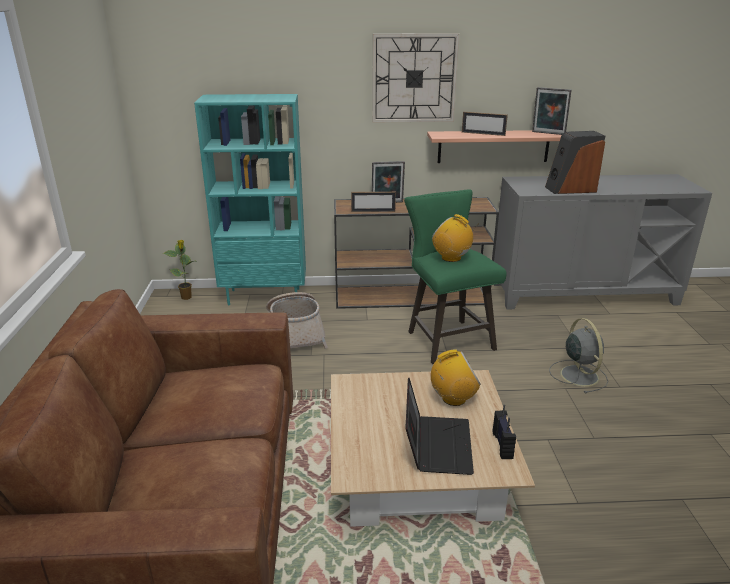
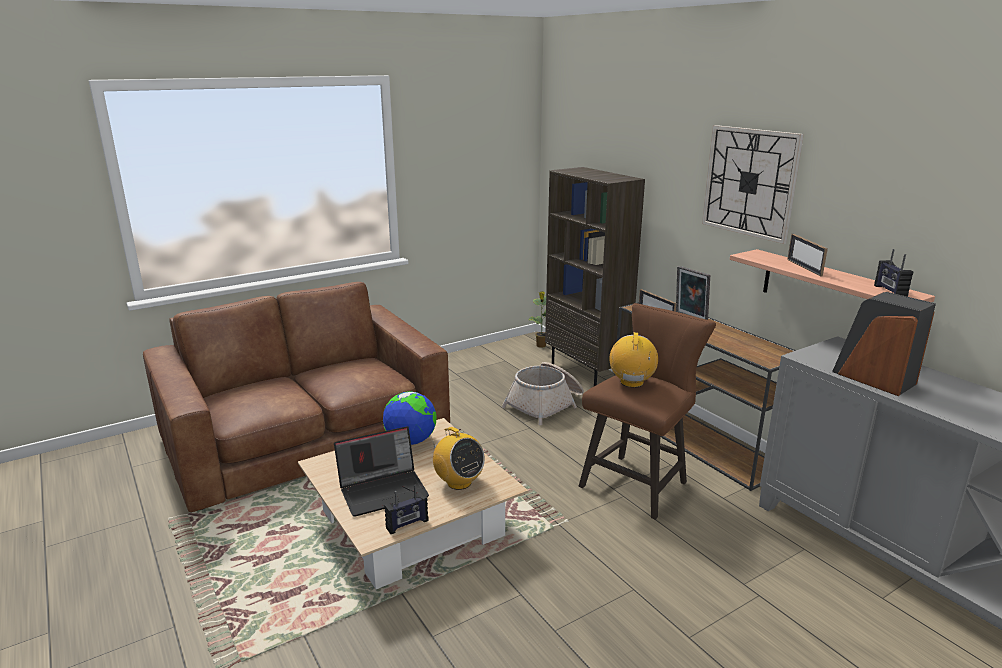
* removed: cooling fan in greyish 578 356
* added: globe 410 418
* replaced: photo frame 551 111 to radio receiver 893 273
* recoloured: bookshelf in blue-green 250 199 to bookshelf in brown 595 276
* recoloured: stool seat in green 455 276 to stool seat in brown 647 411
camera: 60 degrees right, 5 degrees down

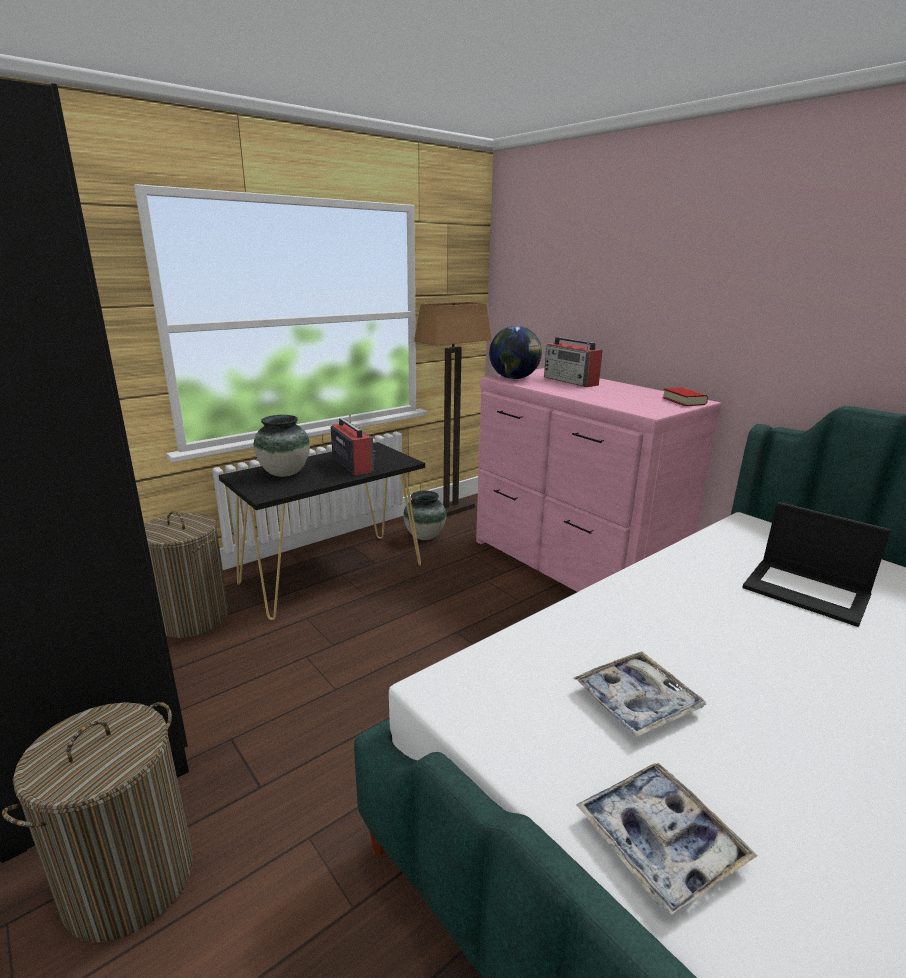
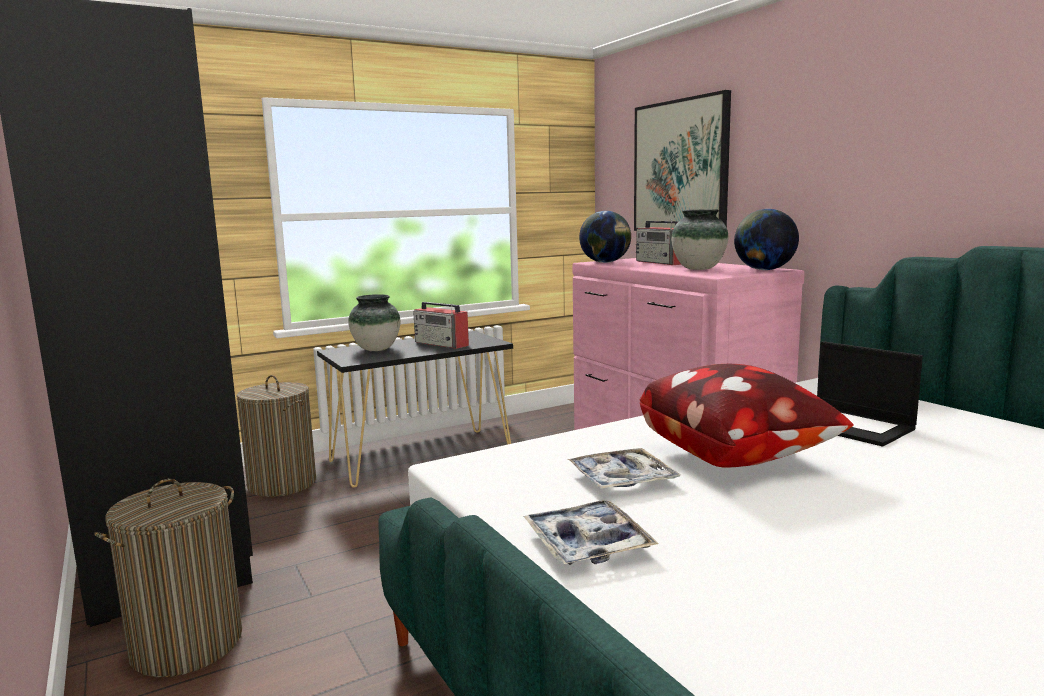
* removed: standard lamp 453 409
* added: wall picture 682 160
* added: cushion 747 416
* moved: decorative vase 424 515 to 699 239
* replaced: bound book 685 396 to globe 766 239
* turned: radio receiver 353 444 = 441 325 150 degrees clockwise
camera: 10 degrees right, 10 degrees down

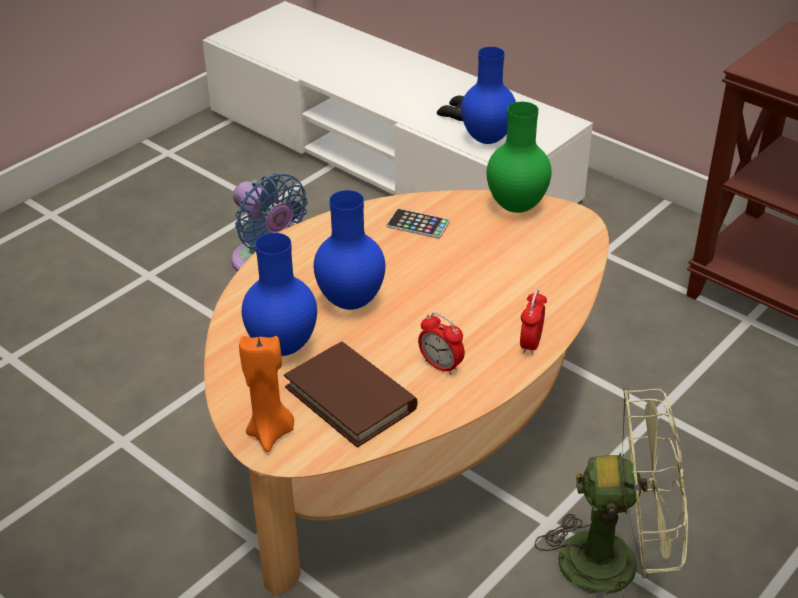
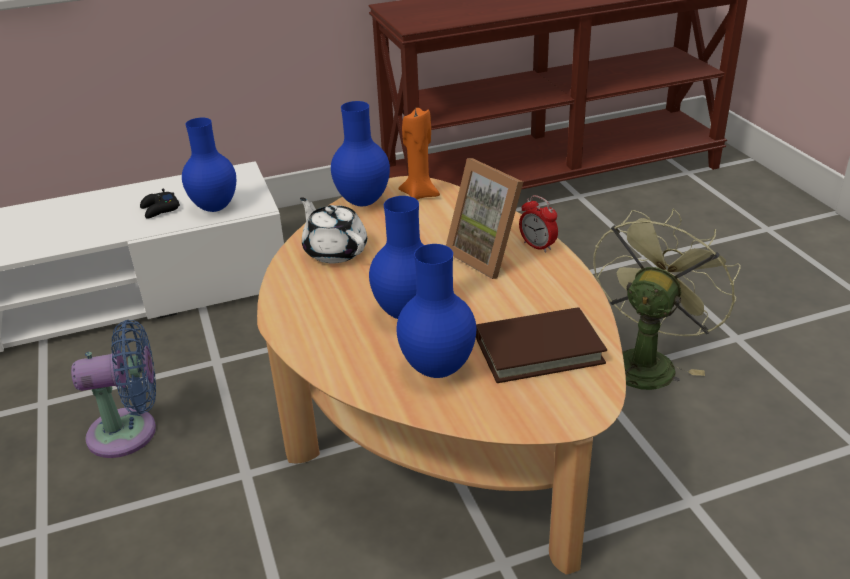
* removed: alarm clock 441 343
* added: photo frame 484 218
* moved: wax candle in orange 266 393 to 419 153
* replaced: phone 418 224 to teapot in white 333 230
* recoloured: decorative vase in green 519 157 to decorative vase in bluish 360 153
camera: 60 degrees left, 5 degrees down

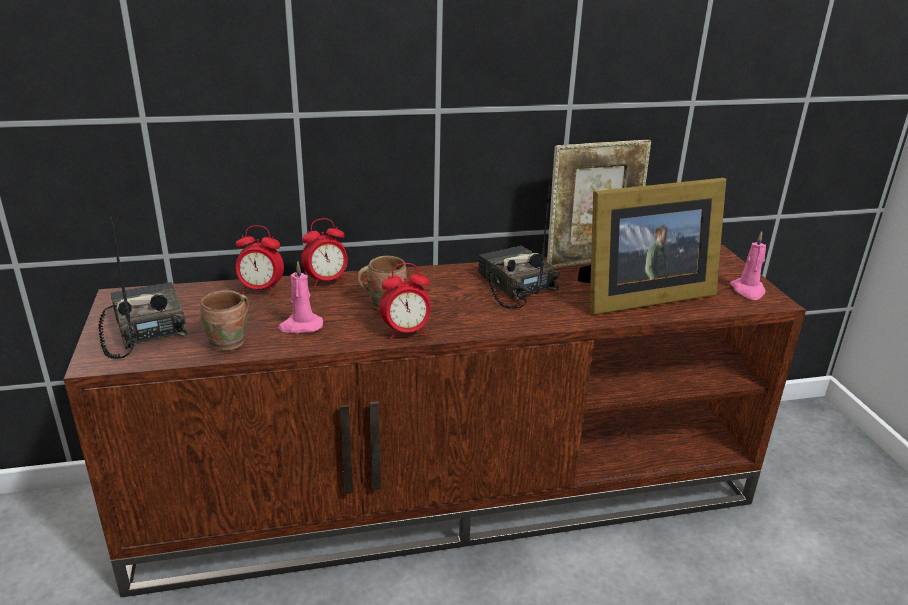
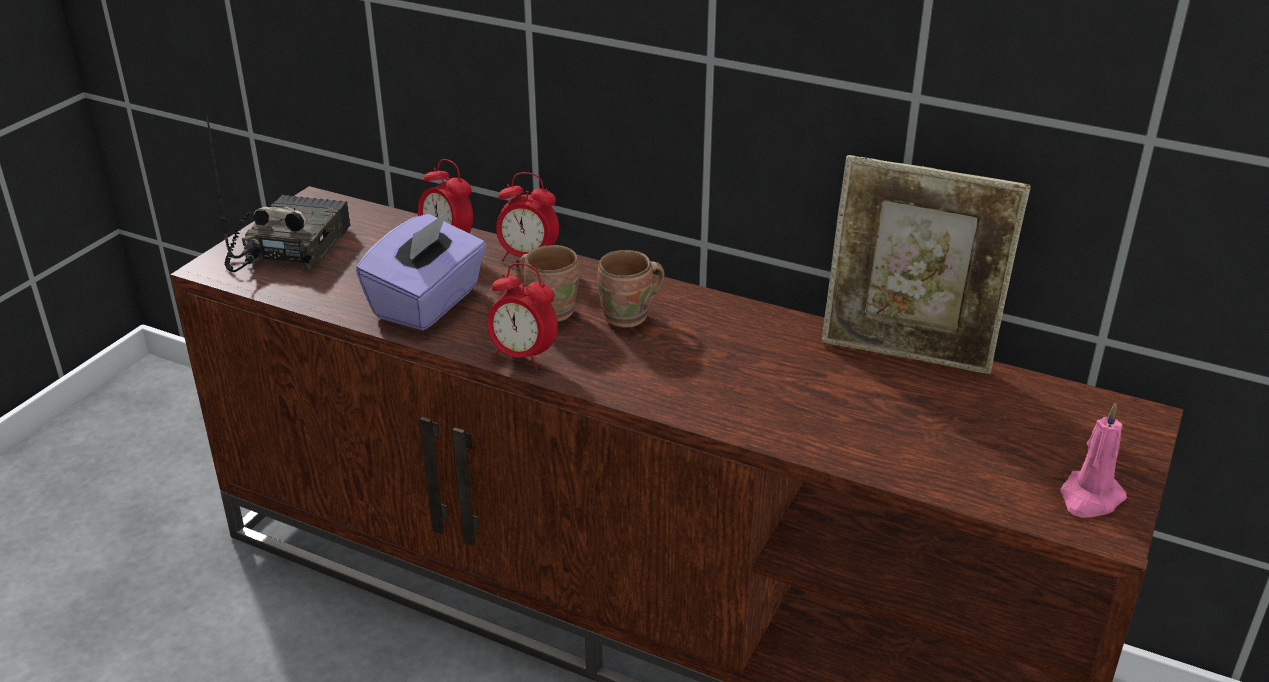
* removed: radio receiver 519 245
* removed: photo frame 652 246
* moved: mug in brown 224 320 to 631 289
* replaced: wax candle in pink 300 297 to tissue box in purple 421 271
camera: 40 degrees right, 5 degrees up

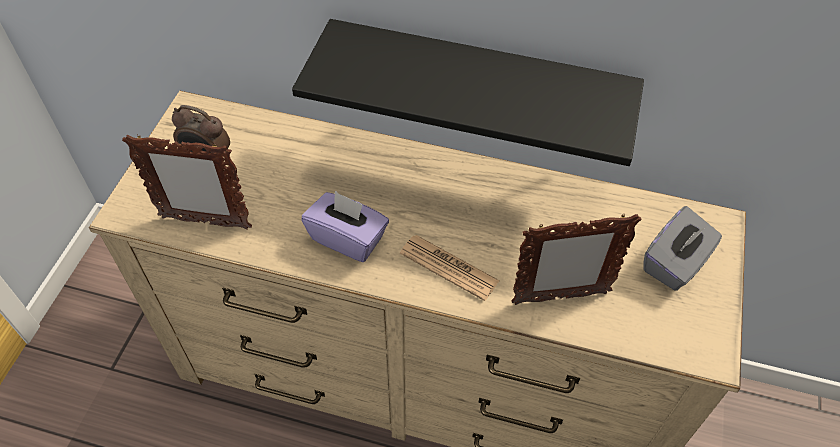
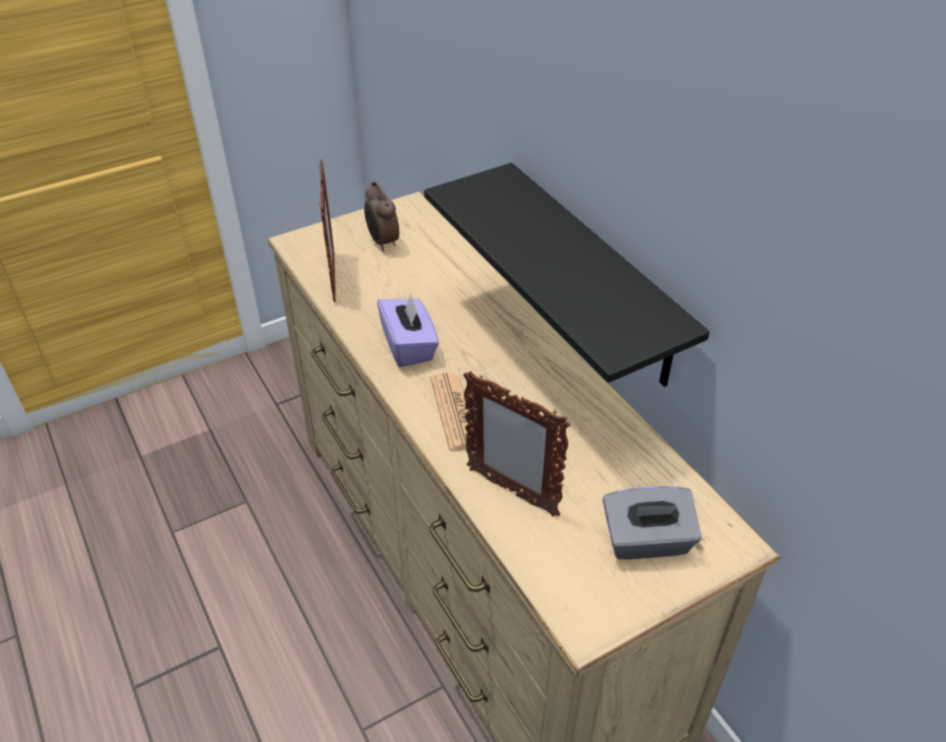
* turned: photo frame 187 182 = 327 231 150 degrees counterclockwise
camera: 45 degrees right, 10 degrees down

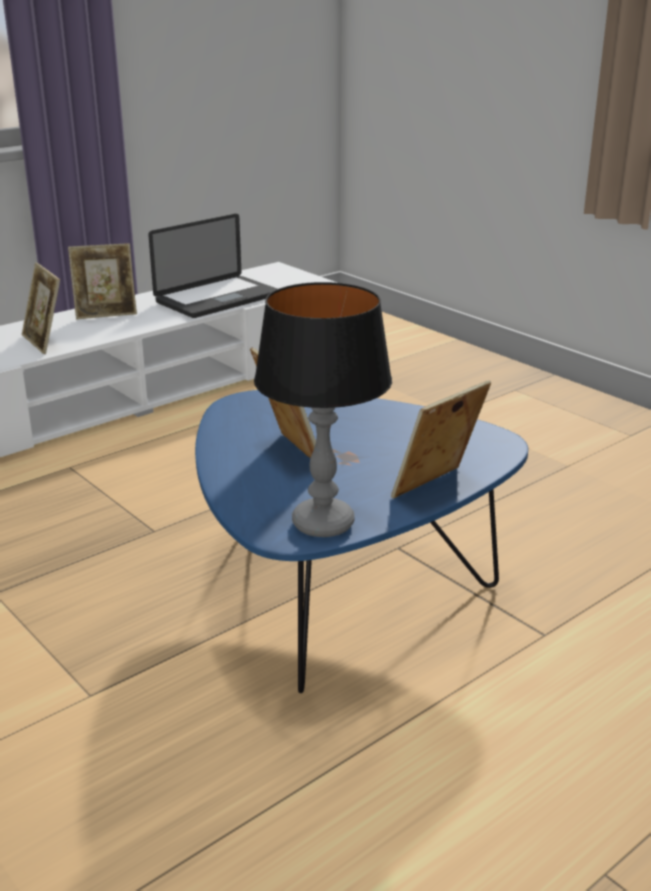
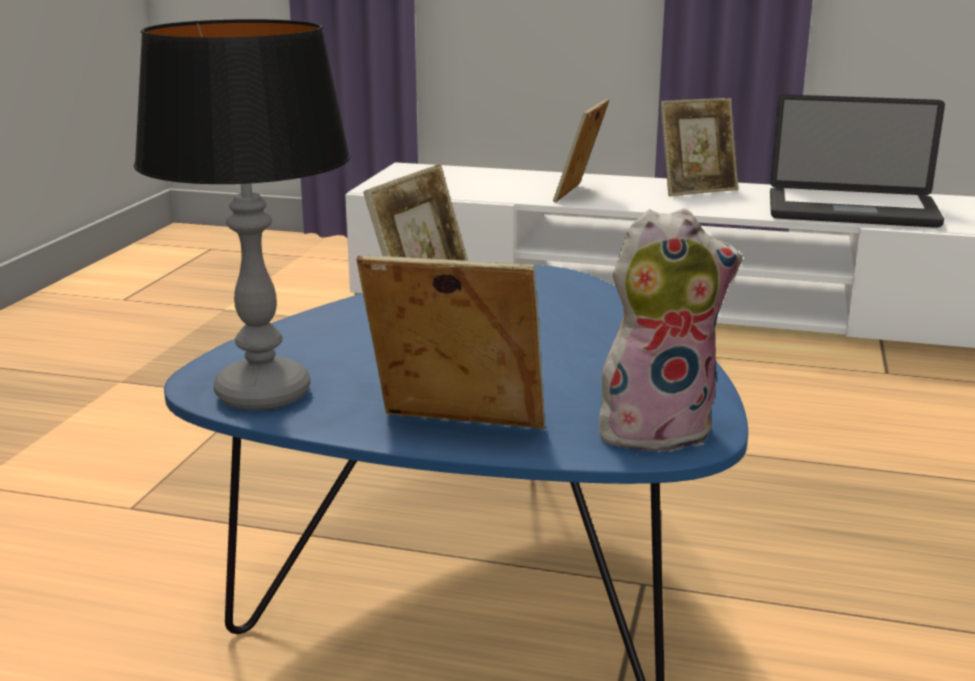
* added: plush toy 671 332
* turned: photo frame 102 281 = 699 147 60 degrees counterclockwise
camera: 55 degrees right, 5 degrees down

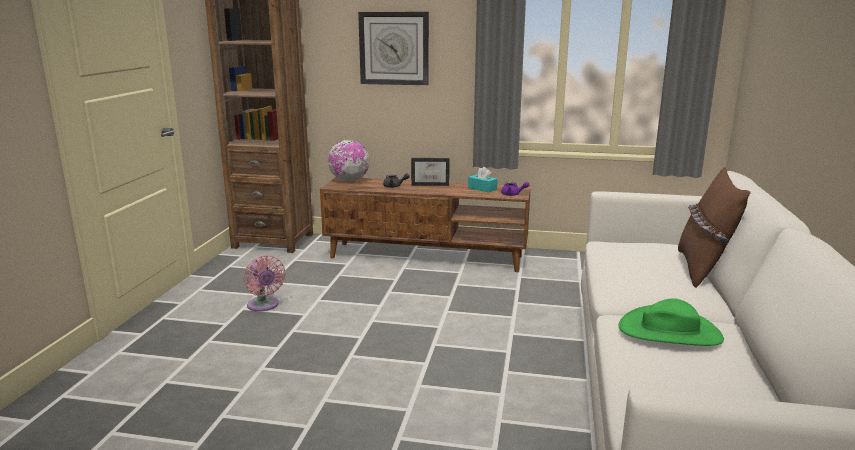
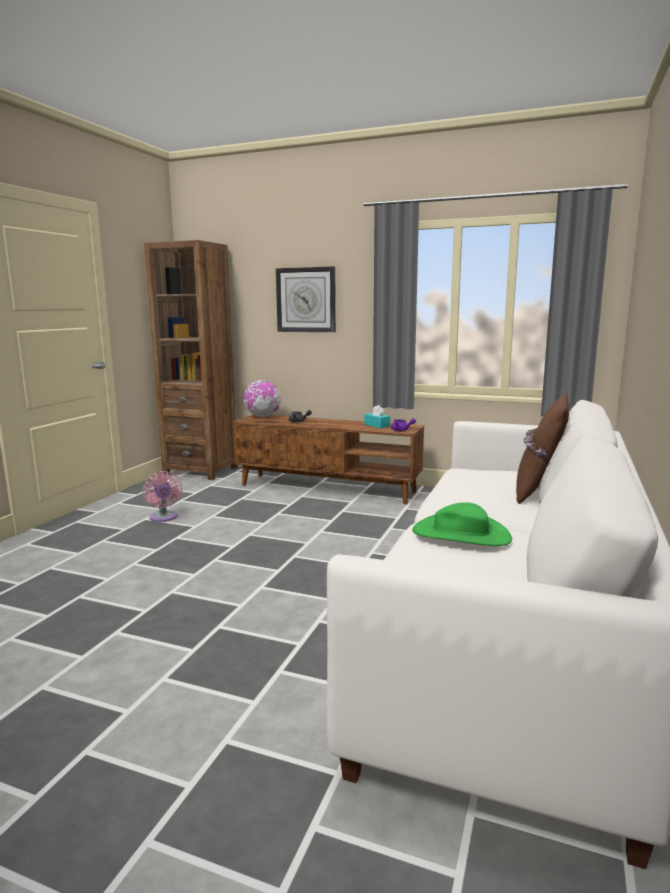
* removed: photo frame 430 172
camera: 10 degrees right, 5 degrees down

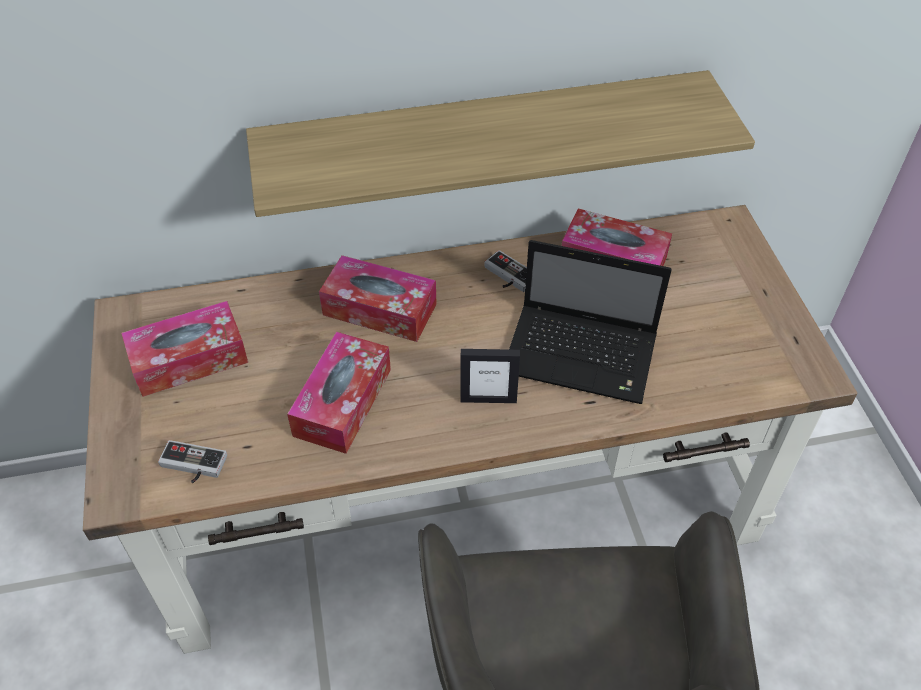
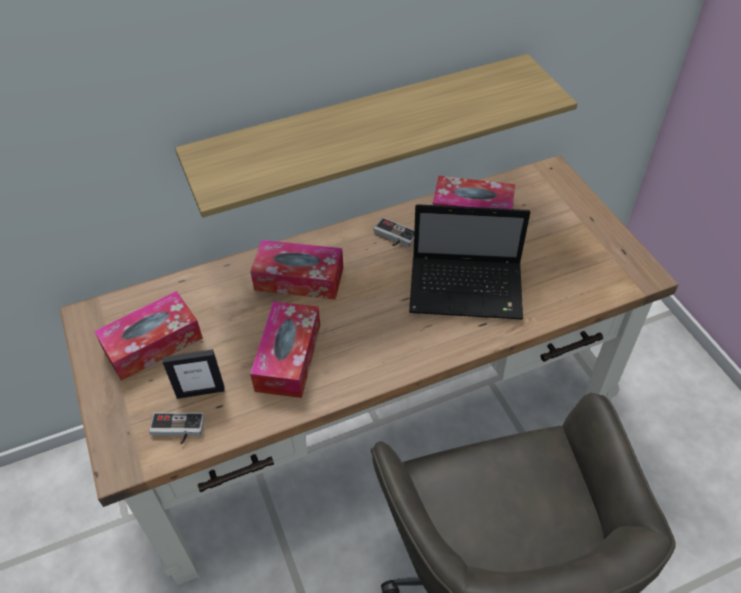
* moved: photo frame 490 376 to 193 374
camera: 10 degrees left, 0 degrees up

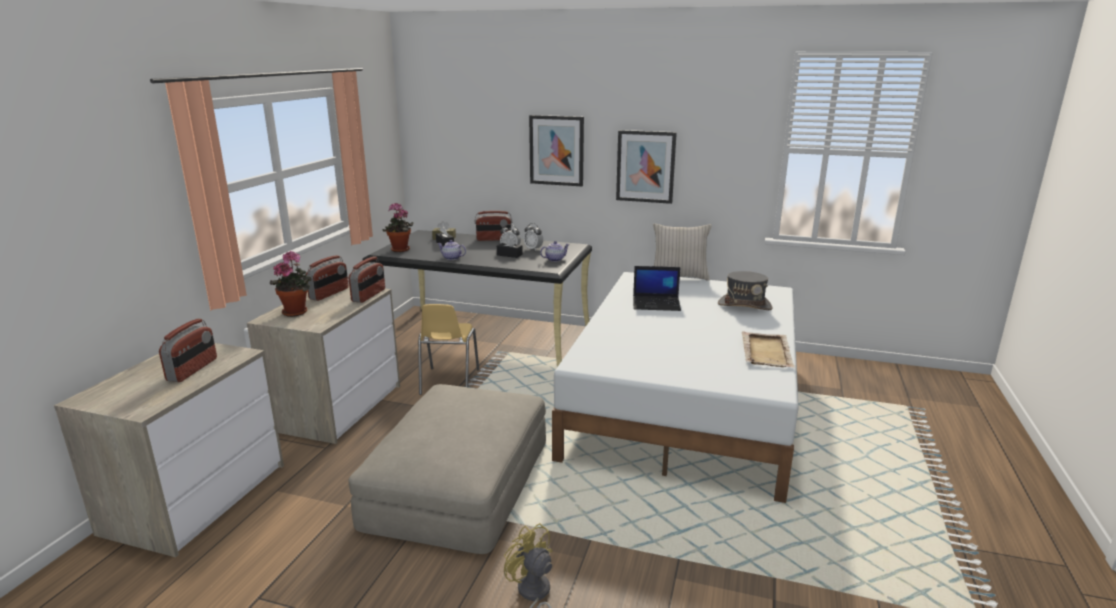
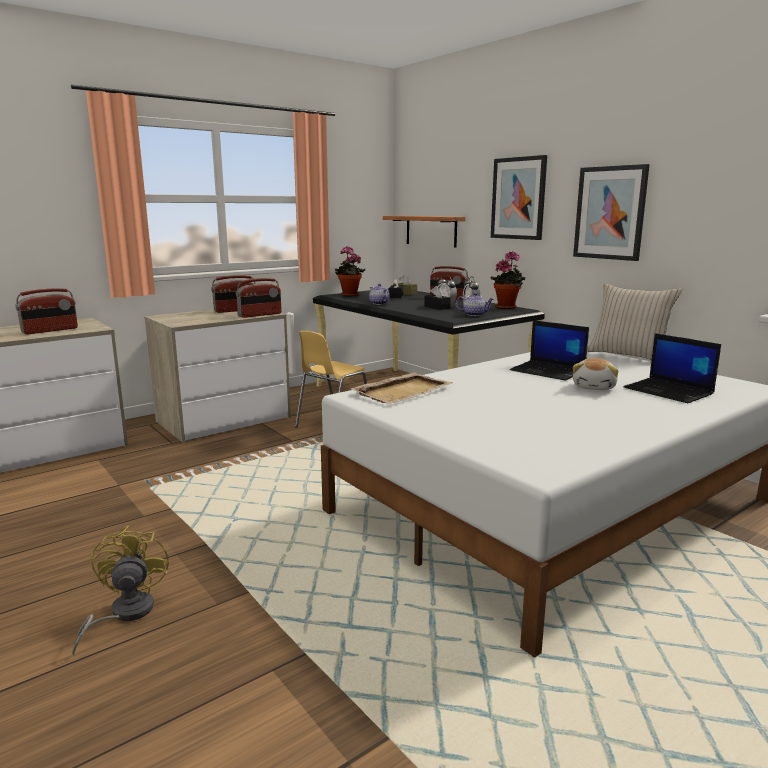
* removed: pouffe in beige-coloured 447 469
* added: bracket shelf 424 231
* added: plush toy 595 374
* moved: plant in a pot 290 284 to 507 280
* moved: serving tray in beige-coloured 768 349 to 401 388
* replaced: hat in greyish 745 290 to notebook computer 672 368
camera: 35 degrees right, 5 degrees down

